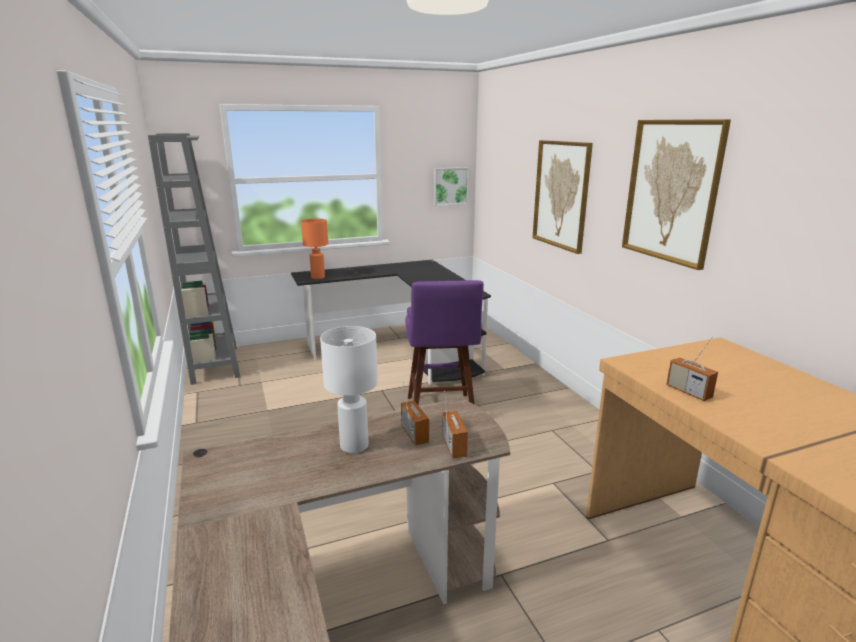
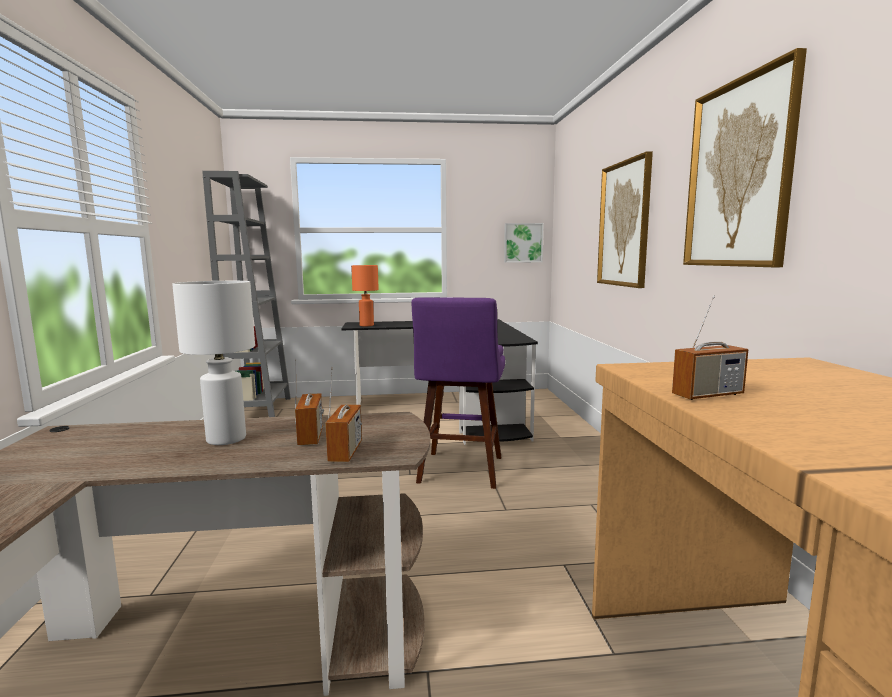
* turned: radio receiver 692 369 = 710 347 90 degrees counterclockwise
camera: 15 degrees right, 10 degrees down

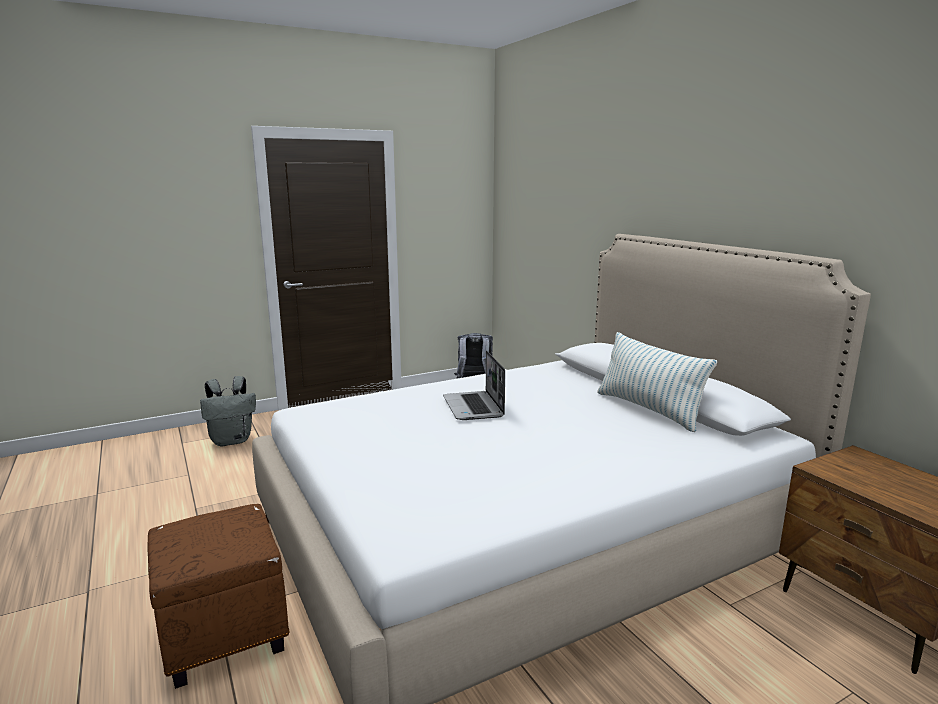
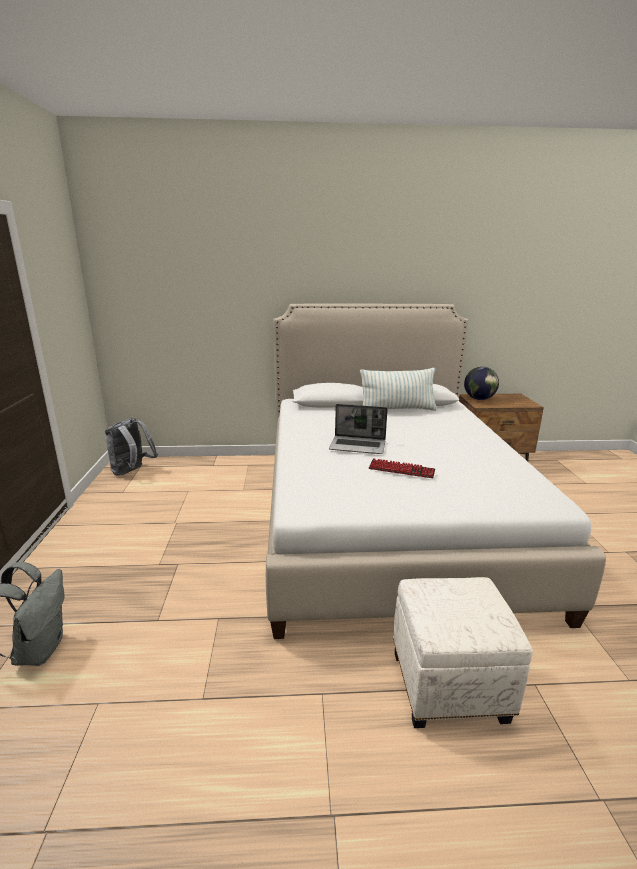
* added: computer keyboard 402 468
* added: globe 481 383
* recoloured: pouffe in brown 218 596 to pouffe in white 463 652
camera: 65 degrees left, 5 degrees up

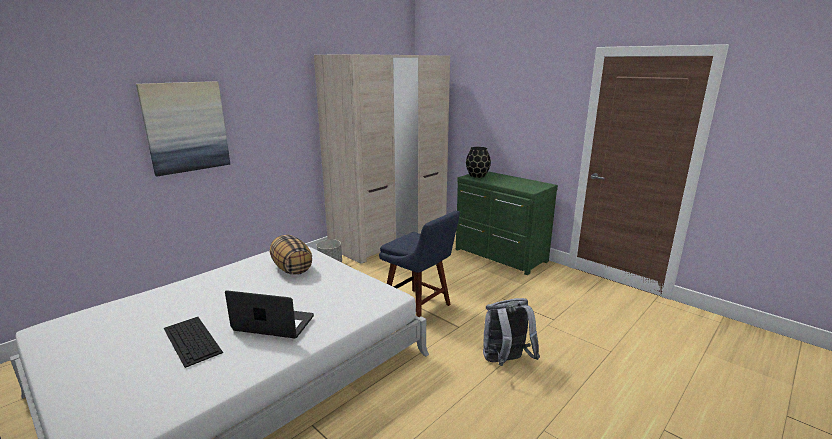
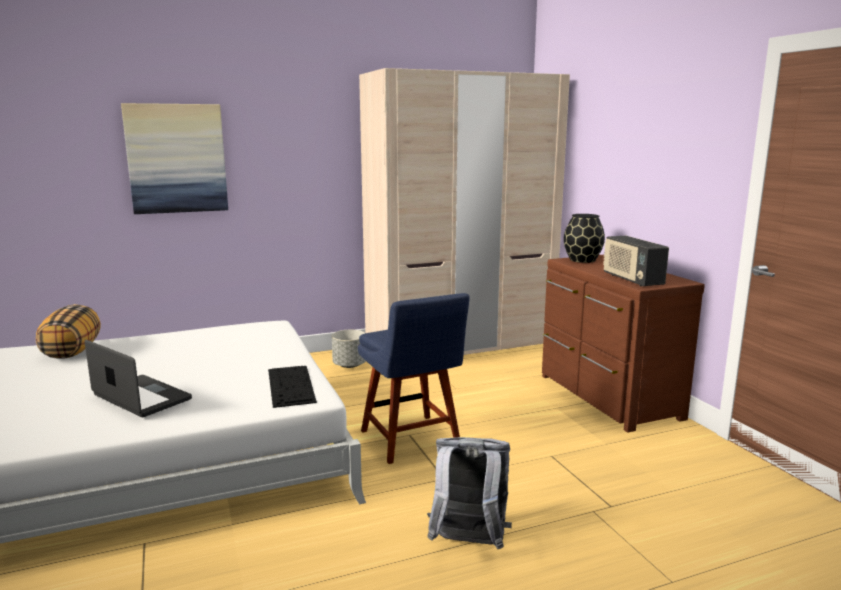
* added: radio receiver 636 261
* moved: computer keyboard 193 342 to 292 387
* moved: cushion 291 255 to 68 331
* recoloured: chest of drawers in green 507 223 to chest of drawers in brown 623 344
camera: 25 degrees right, 5 degrees down

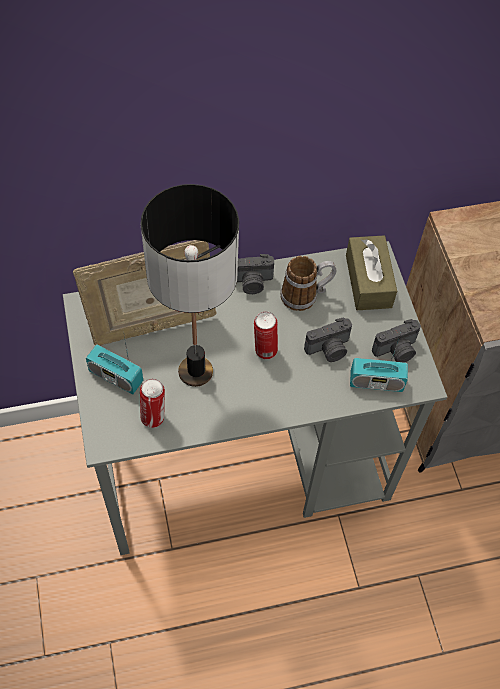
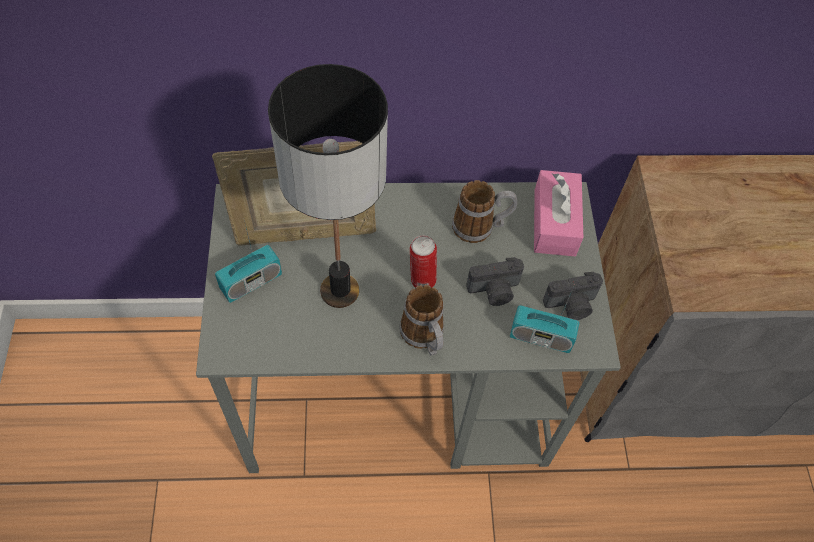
* removed: metal can 152 403
* removed: still camera 255 274
* added: mug 421 320
* recoloured: tissue box in brown 371 273 to tissue box in pink 558 213
* turned: radio receiver 114 364 = 248 261 75 degrees counterclockwise
camera: 10 degrees right, 0 degrees up

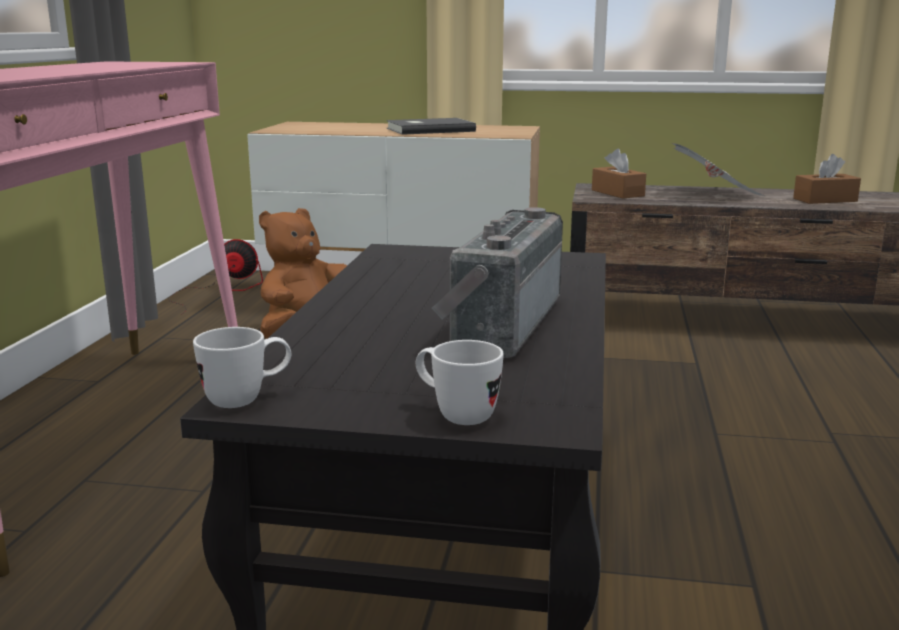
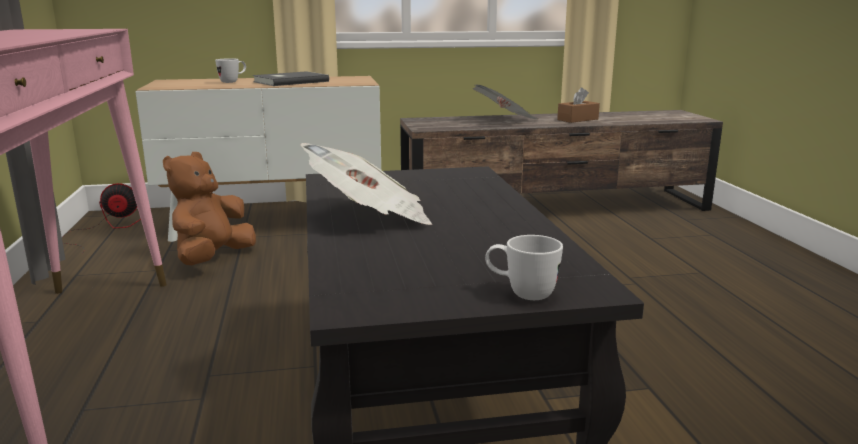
* removed: radio receiver 497 282
* removed: tissue box in brown 619 174
* added: printed paper 367 184
* moved: mug in white 242 367 to 230 70
camera: 20 degrees left, 0 degrees up

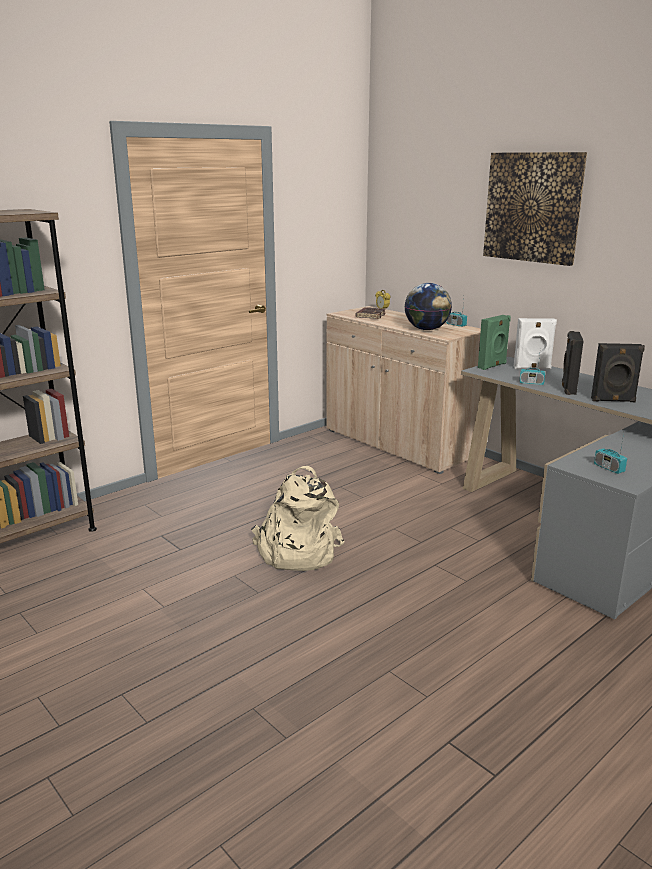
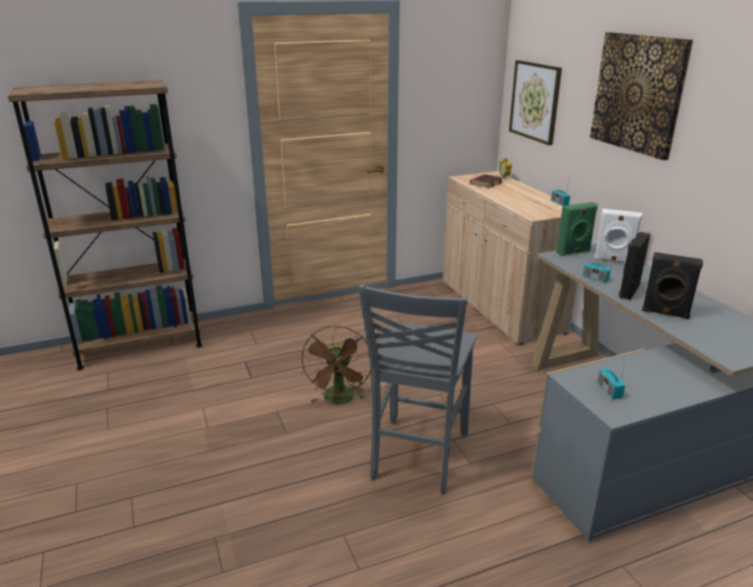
* removed: globe 428 306
* added: plain chair in greyish 417 389
* added: wall picture 535 102
* replaced: backpack in beige-coloured 298 518 to cooling fan in brown 336 365
camera: 20 degrees right, 5 degrees up

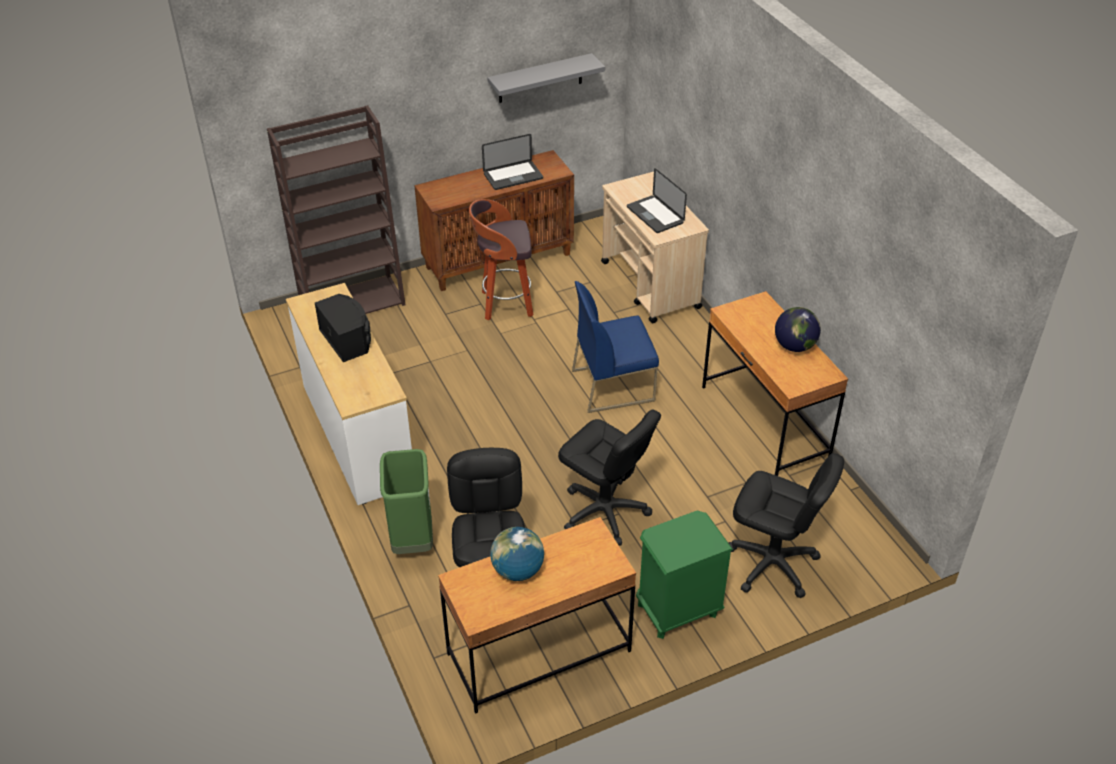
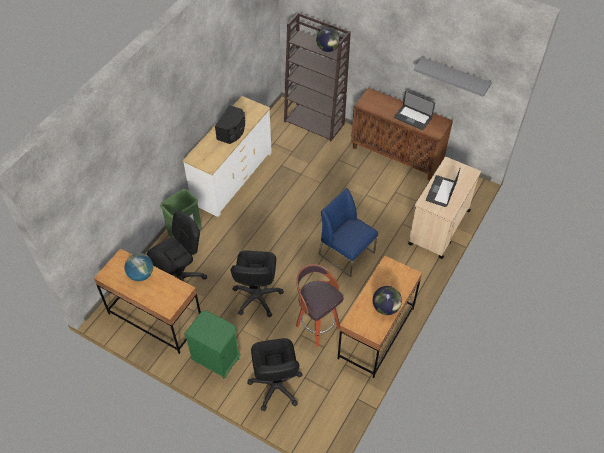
* added: globe 328 39
* moved: stool seat 501 260 to 320 305
camera: 55 degrees right, 10 degrees up

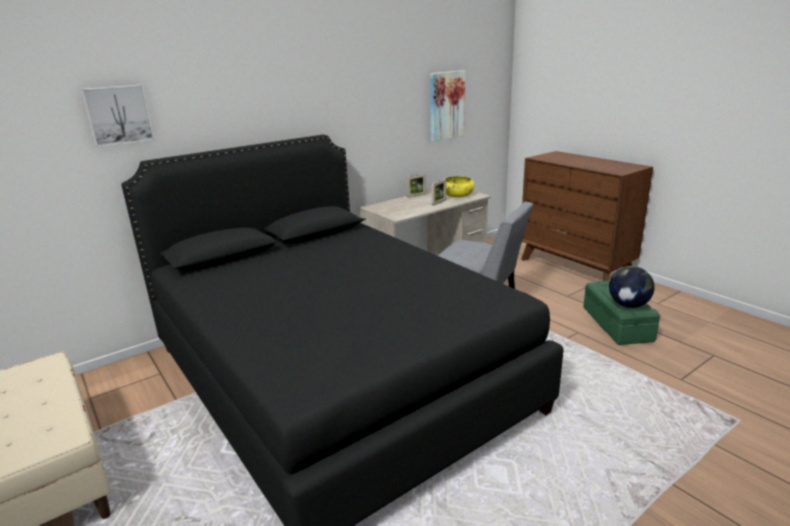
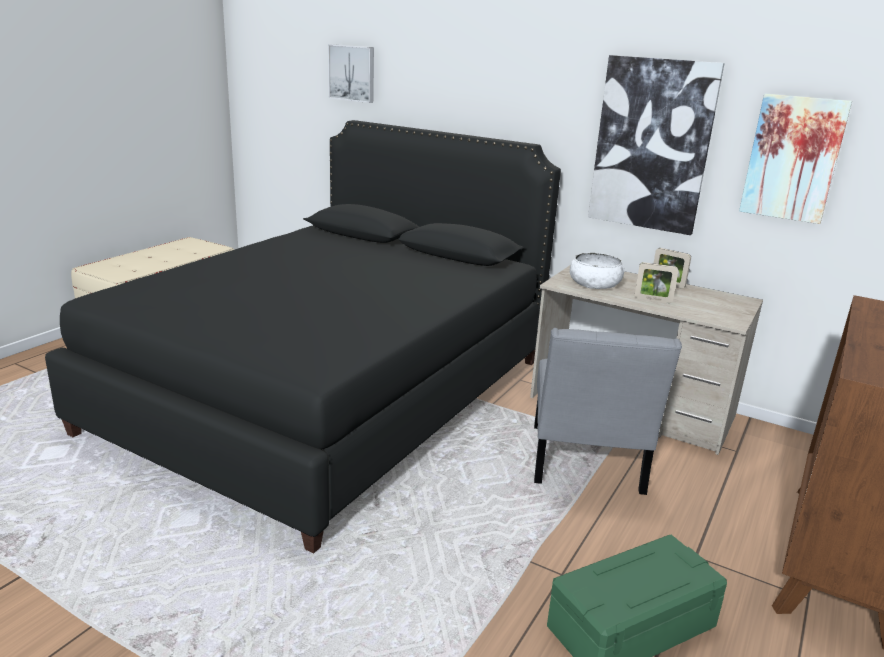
* removed: deep dish in yellow 459 186
* removed: globe 632 287
* added: deep dish in white 597 271
* added: wall picture 656 145
camera: 65 degrees right, 0 degrees up

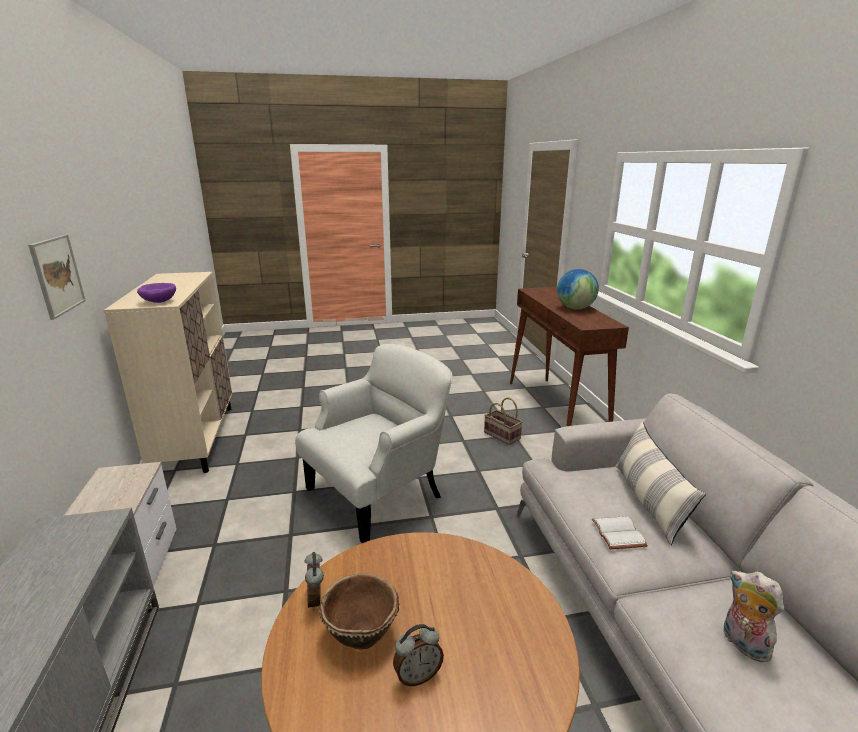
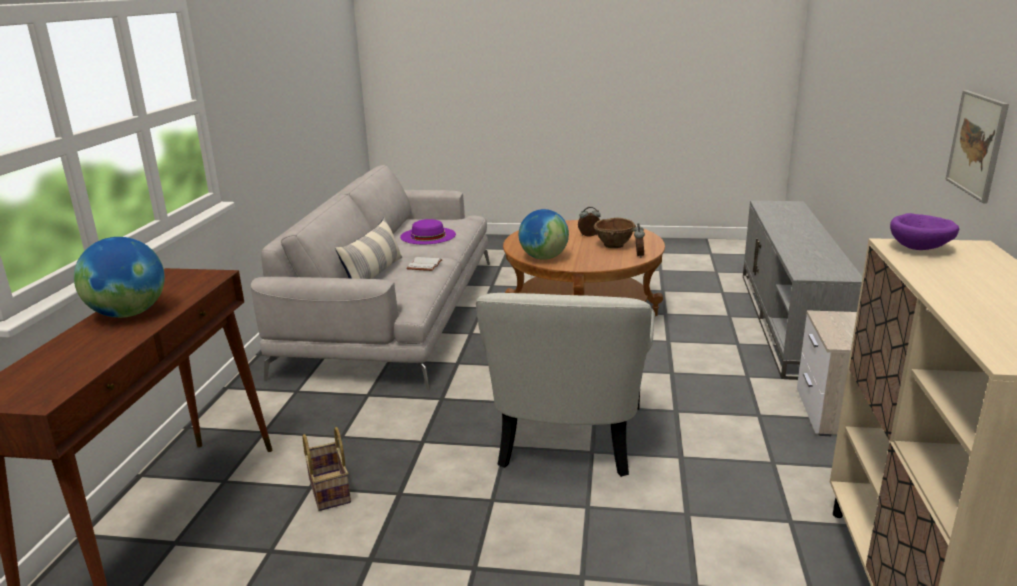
* added: globe 544 234
* replaced: plush toy 754 616 to hat in purple 428 231
* turned: lounge chair in white 374 443 = 565 385 60 degrees counterclockwise
camera: 160 degrees left, 0 degrees up

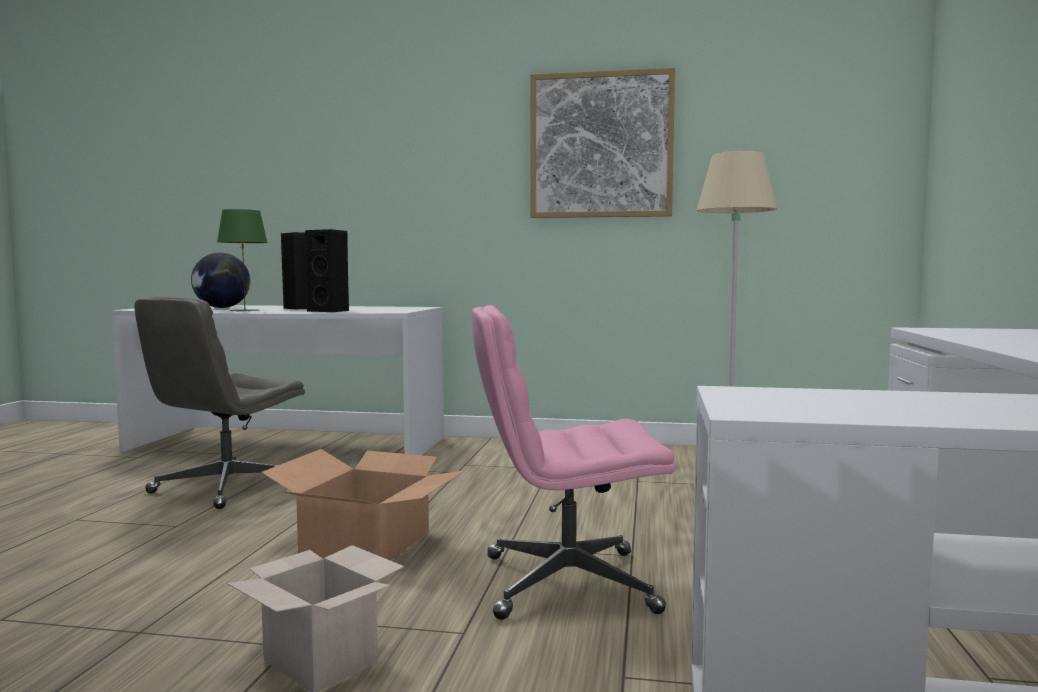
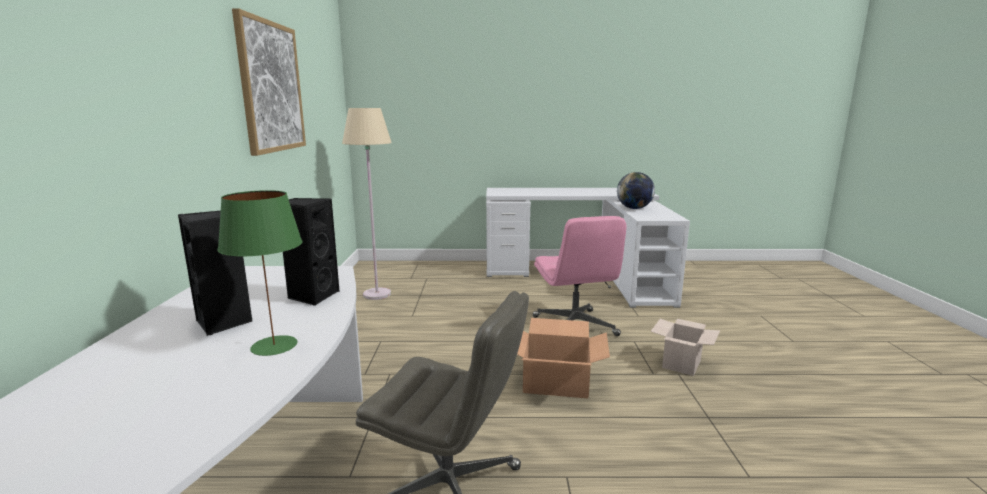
* moved: globe 220 280 to 636 190
camera: 100 degrees left, 10 degrees up

